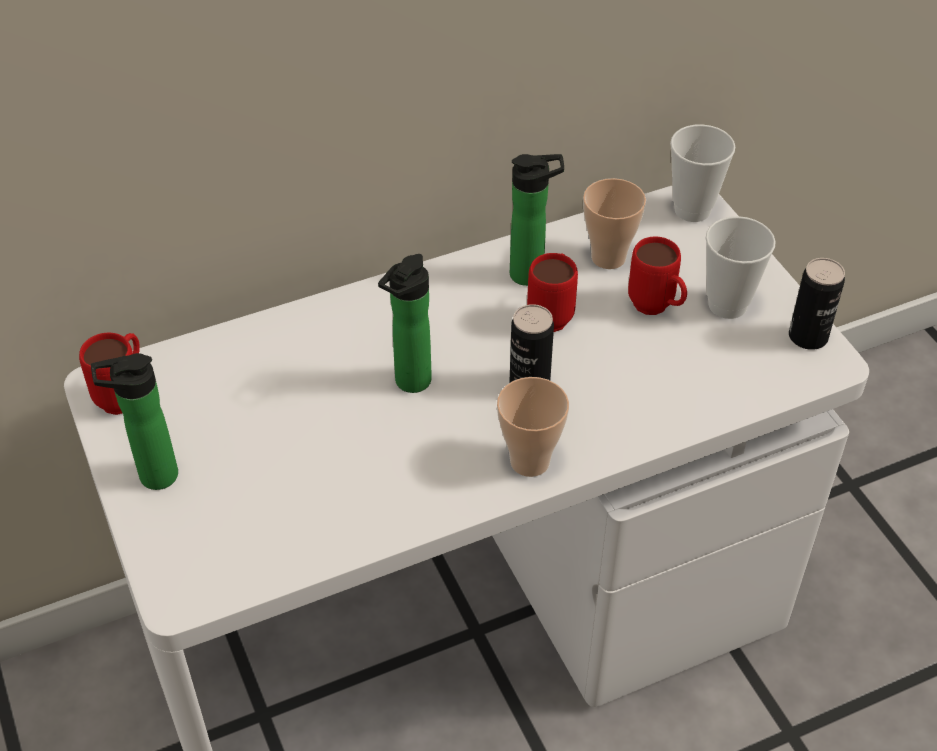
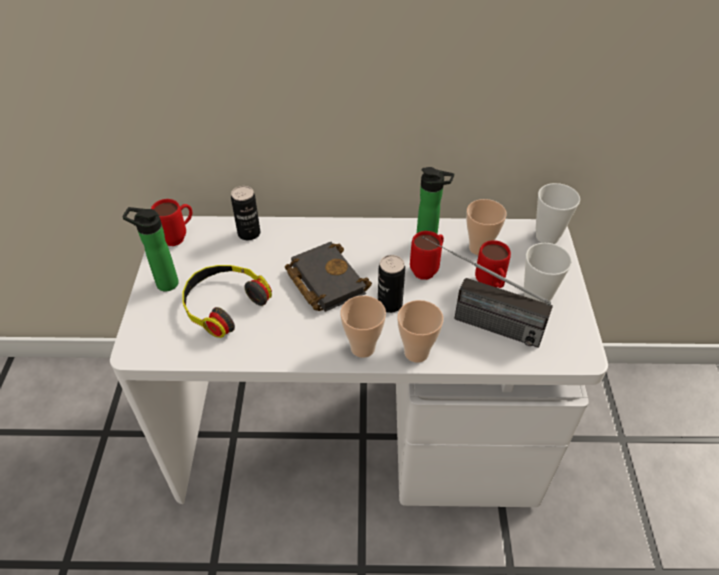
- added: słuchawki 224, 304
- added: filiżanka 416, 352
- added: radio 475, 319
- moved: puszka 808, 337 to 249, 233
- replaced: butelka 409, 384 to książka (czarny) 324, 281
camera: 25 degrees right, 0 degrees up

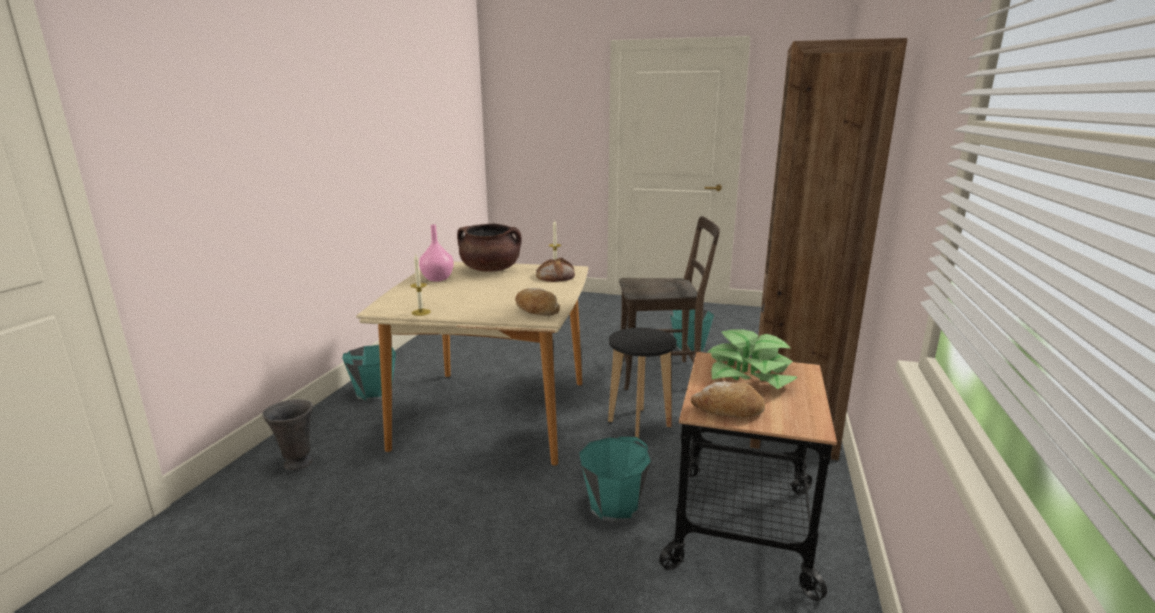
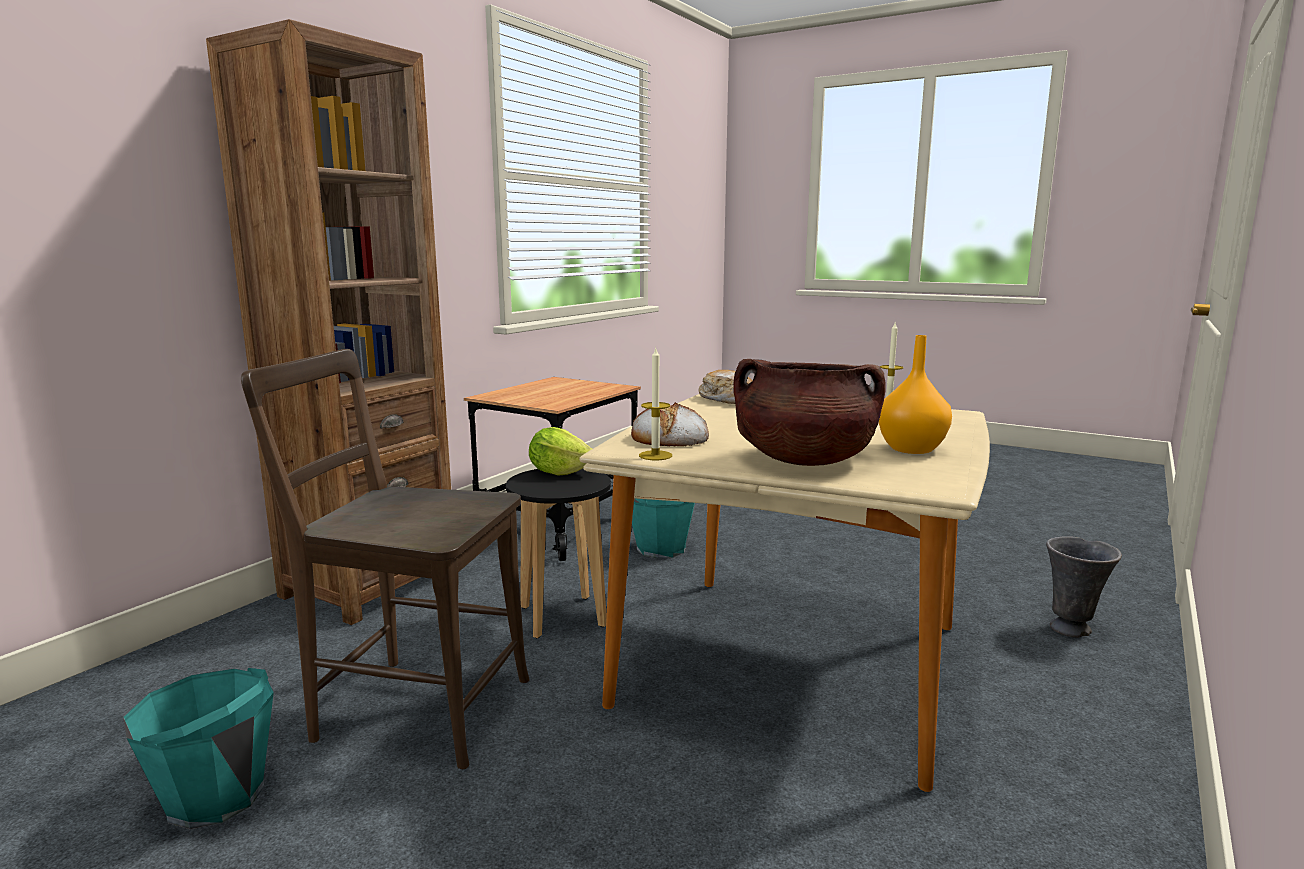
- removed: wiadro (turkusowy) 373, 392
- removed: chleb 728, 410
- removed: roślina doniczkowa 750, 374
- added: sałata 560, 472
- recoloured: wazon (różowy) 437, 278 to wazon (pomarańczowy) 911, 449
camera: 165 degrees left, 5 degrees down

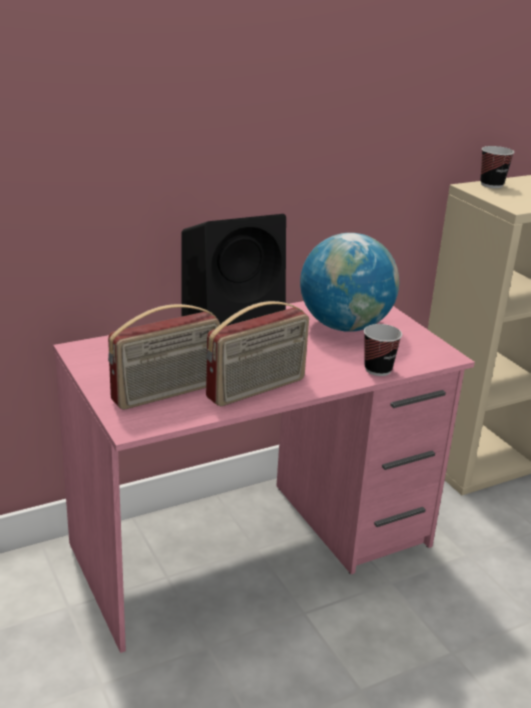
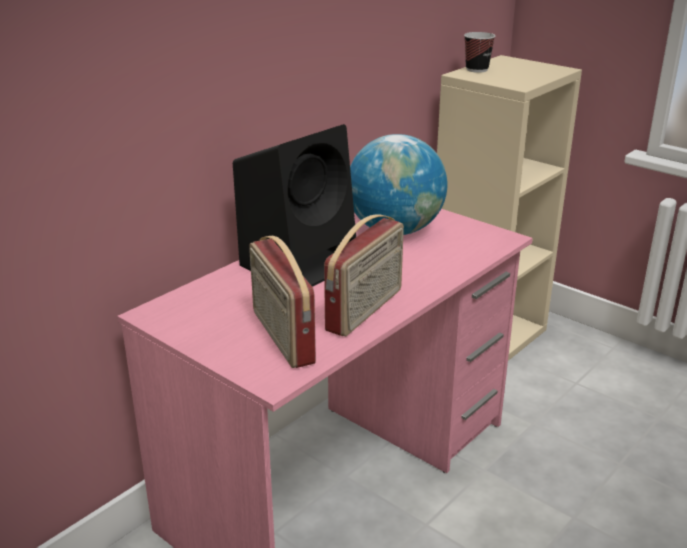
- removed: filiżanka 378, 369
- turned: radio 166, 393 = 281, 337 120 degrees clockwise
camera: 20 degrees left, 0 degrees up

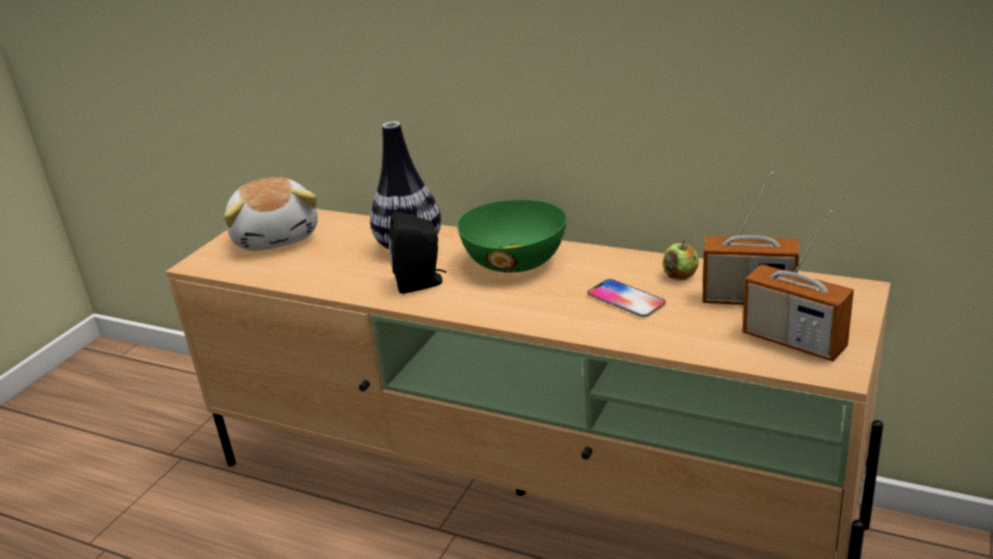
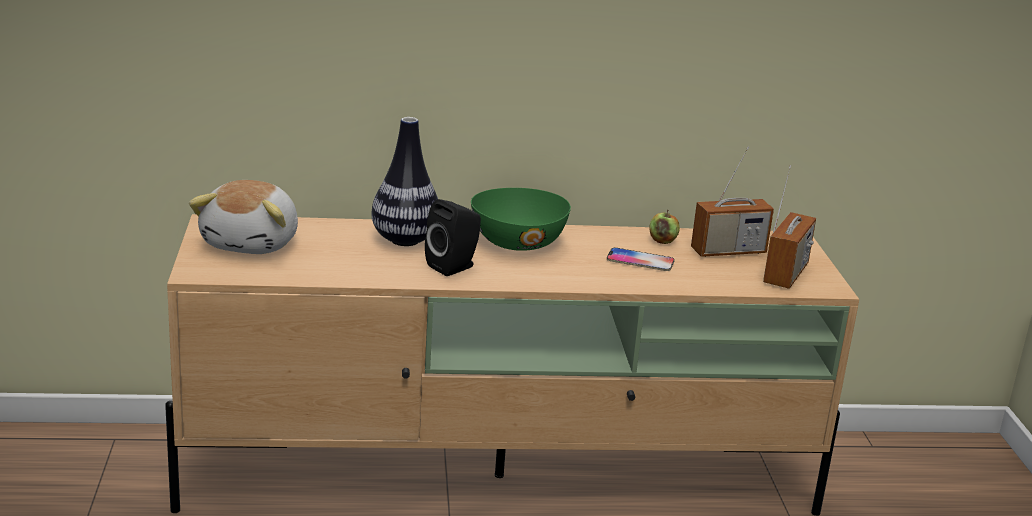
- turned: pluszak 277, 237 = 252, 243 60 degrees clockwise
- turned: radio 793, 341 = 786, 274 75 degrees counterclockwise
camera: 35 degrees left, 5 degrees down

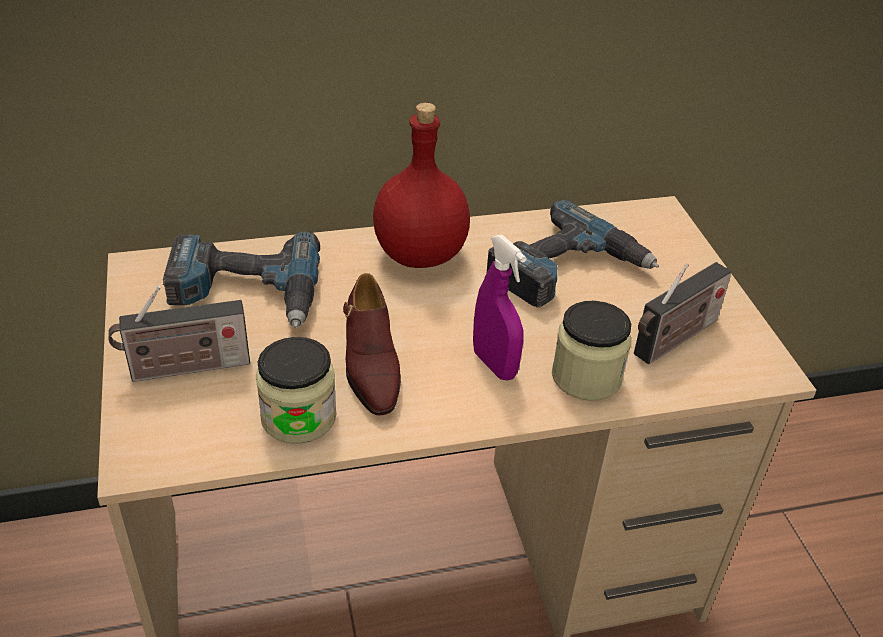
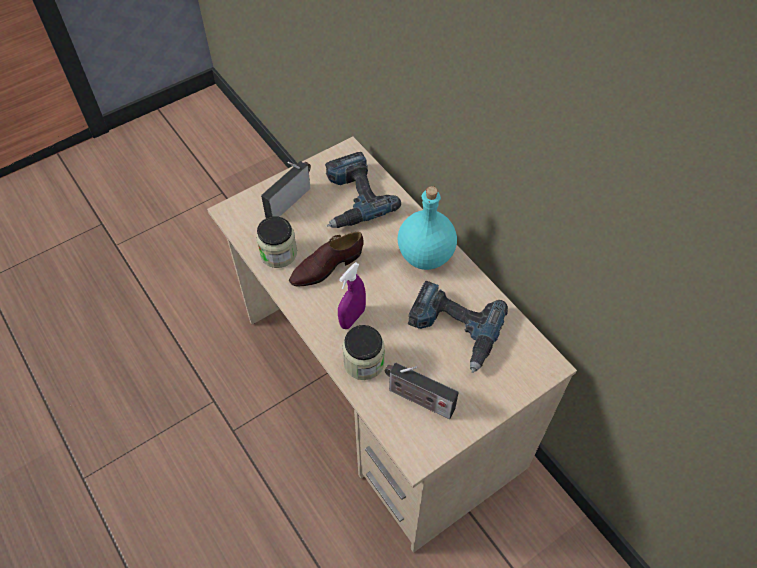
- recoloured: butelka (czerwony) 422, 255 to butelka (turkusowy) 426, 256
- turned: radio 185, 368 = 289, 200 75 degrees clockwise
camera: 70 degrees right, 15 degrees up

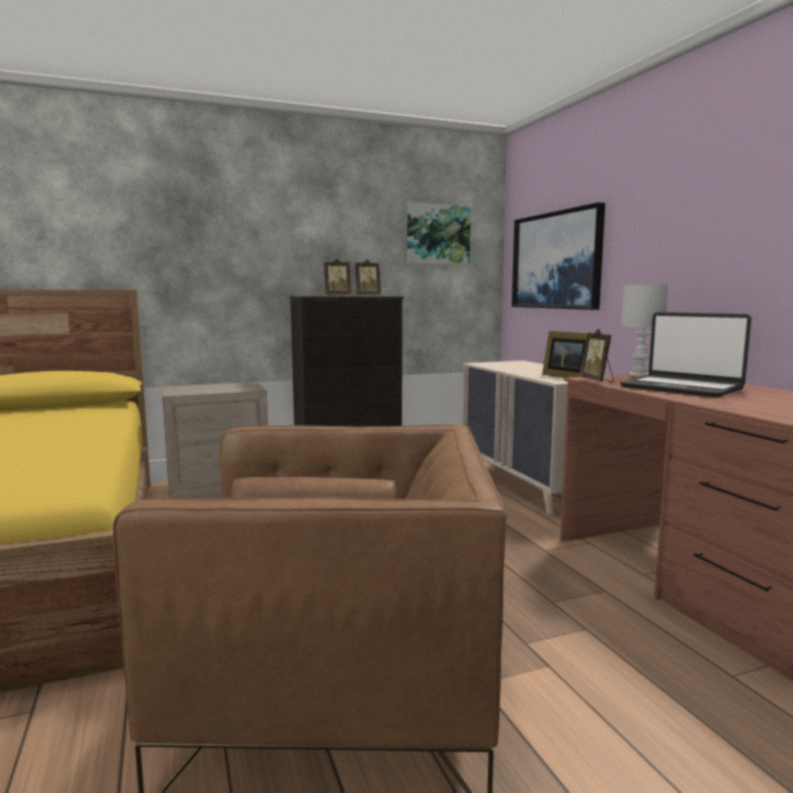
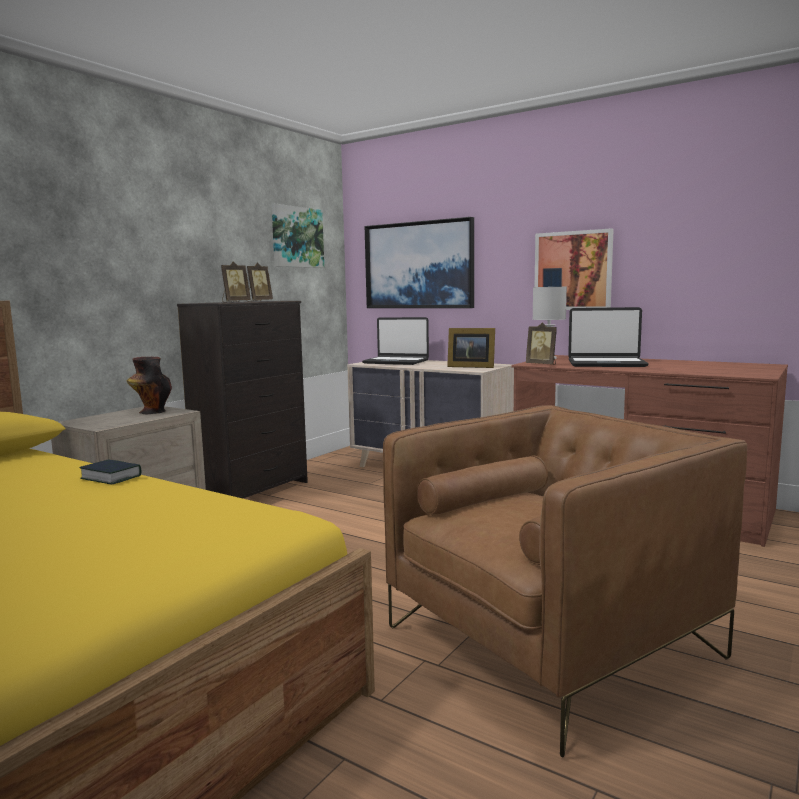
- added: książka 111, 477
- added: wazon 151, 411
- added: laptop 396, 362
- added: obraz 573, 271
camera: 35 degrees left, 0 degrees up

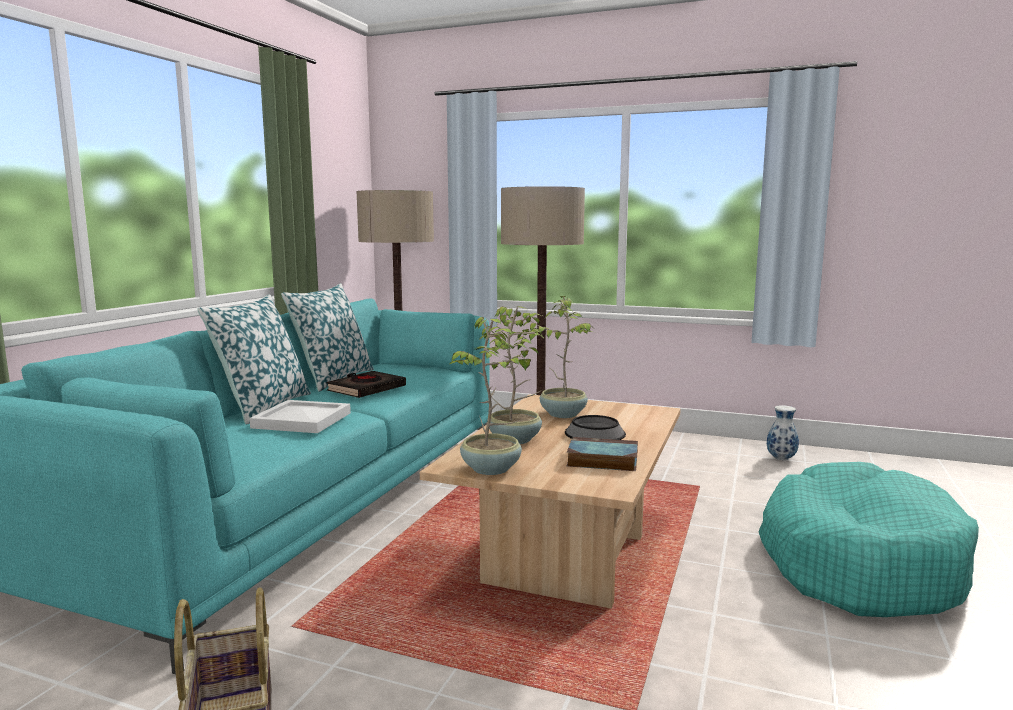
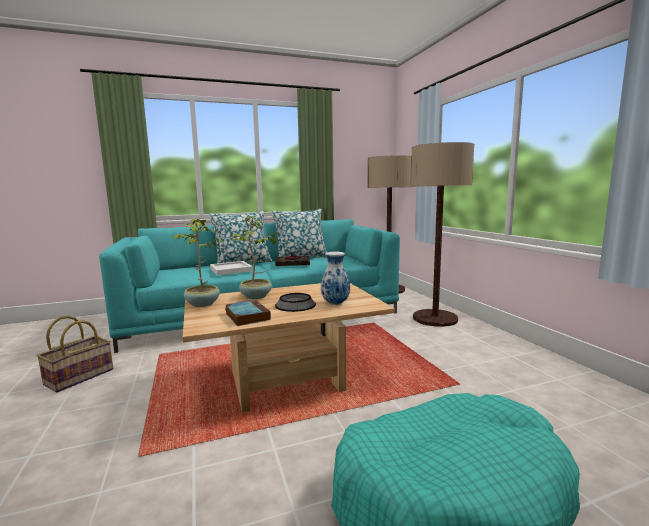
- removed: roślina doniczkowa 562, 414
- moved: wazon 781, 459 to 335, 304
camera: 50 degrees right, 0 degrees up

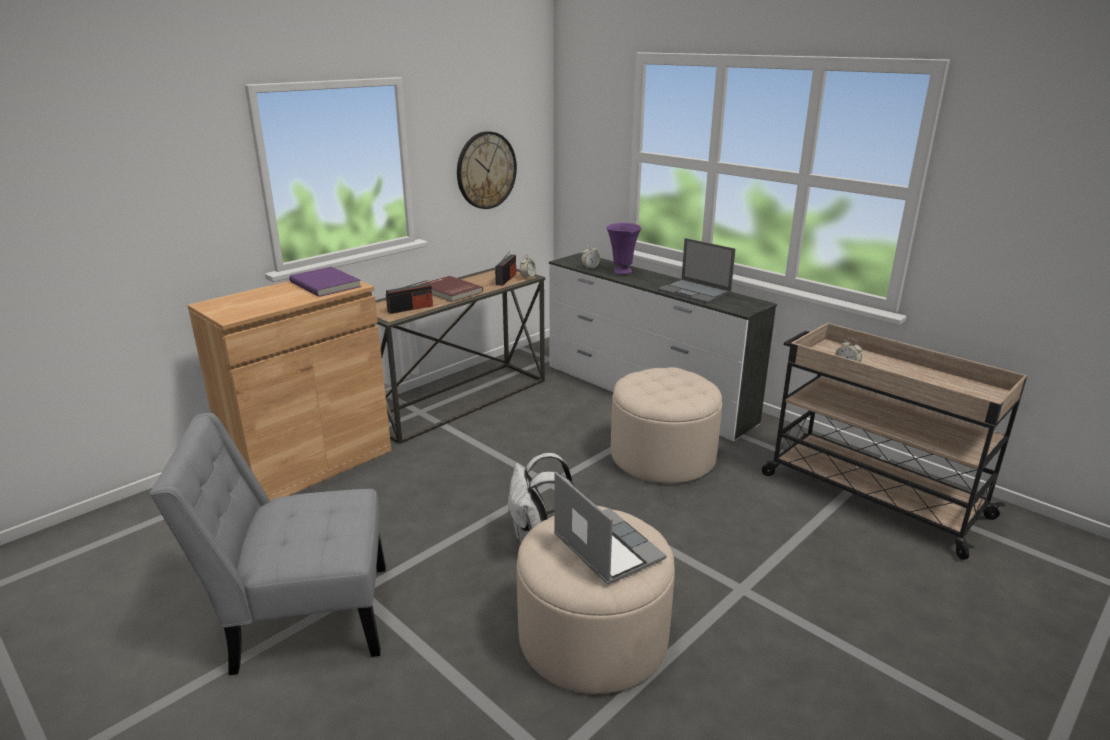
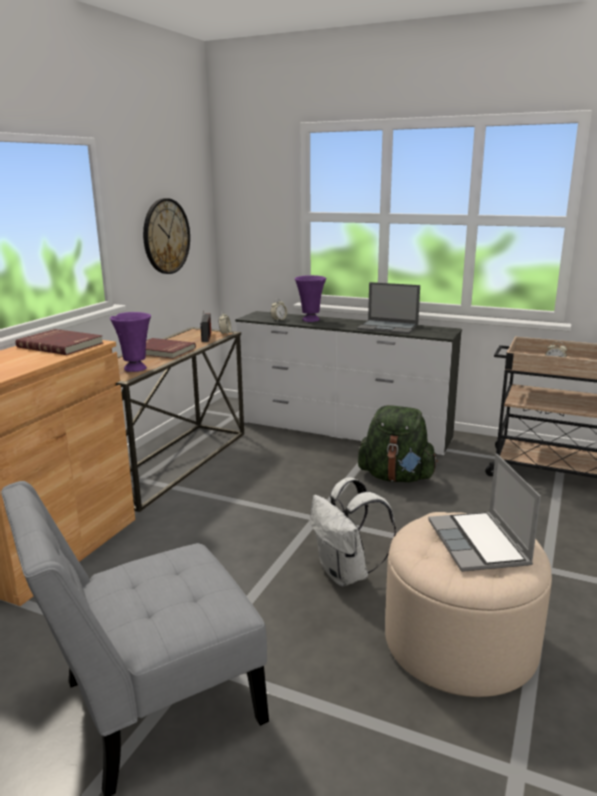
- replaced: radio 410, 308 to wazon (fioletowy) 135, 368
- replaced: pufa (beżowy) 662, 456 to plecak (zielony) 396, 477
- recoloured: książka (fioletowy) 326, 284 to książka (czerwony) 61, 345
- turned: laptop 605, 547 = 479, 544 135 degrees counterclockwise
camera: 20 degrees left, 5 degrees down

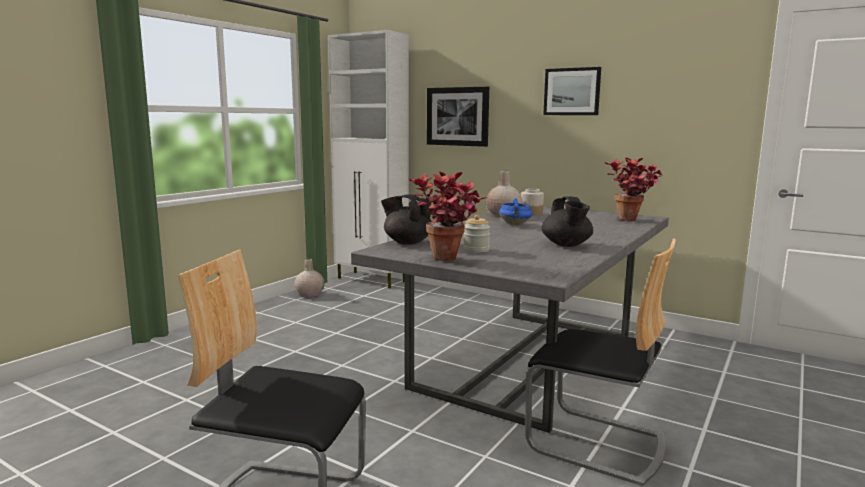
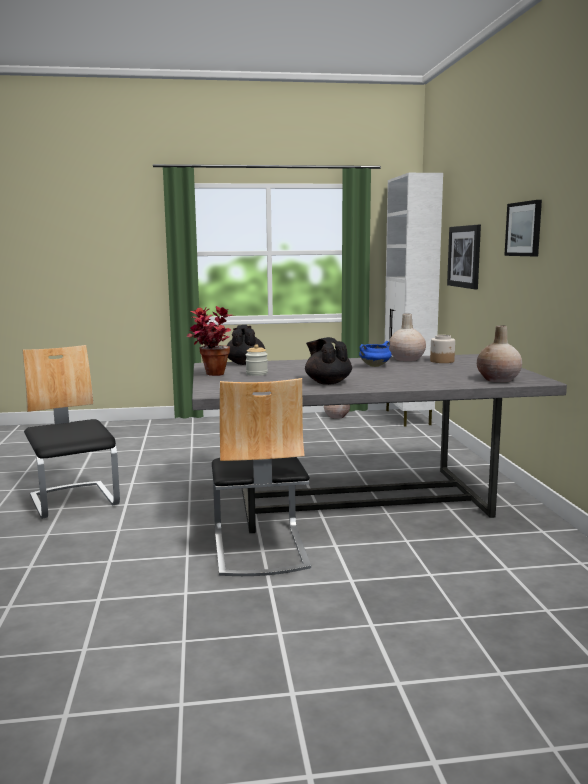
- replaced: roślina doniczkowa 631, 221 to wazon (beżowy) 498, 380
- turned: imbryk (czarny) 566, 245 = 327, 382 105 degrees clockwise
camera: 50 degrees right, 0 degrees up

